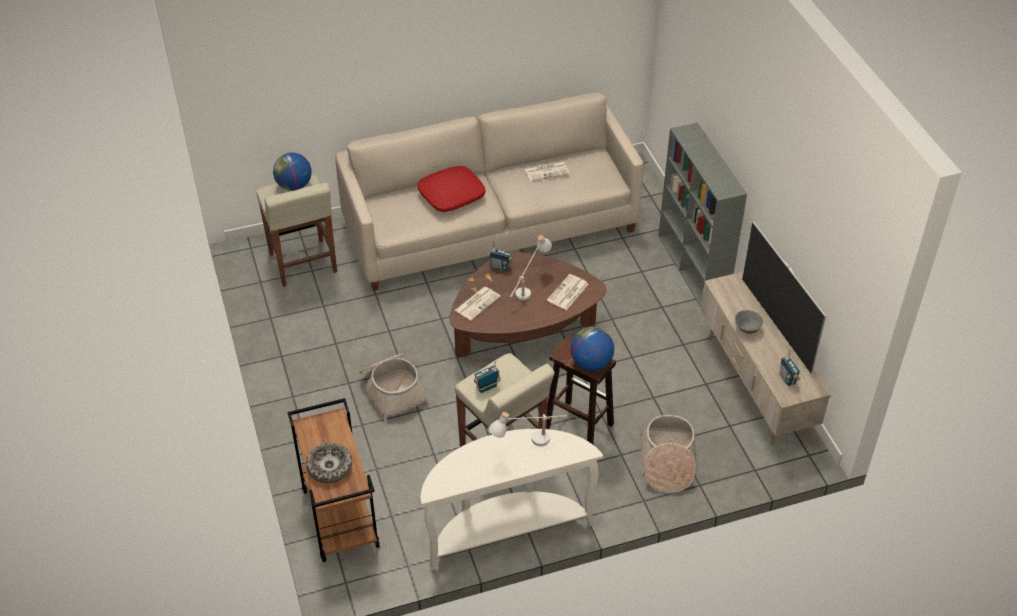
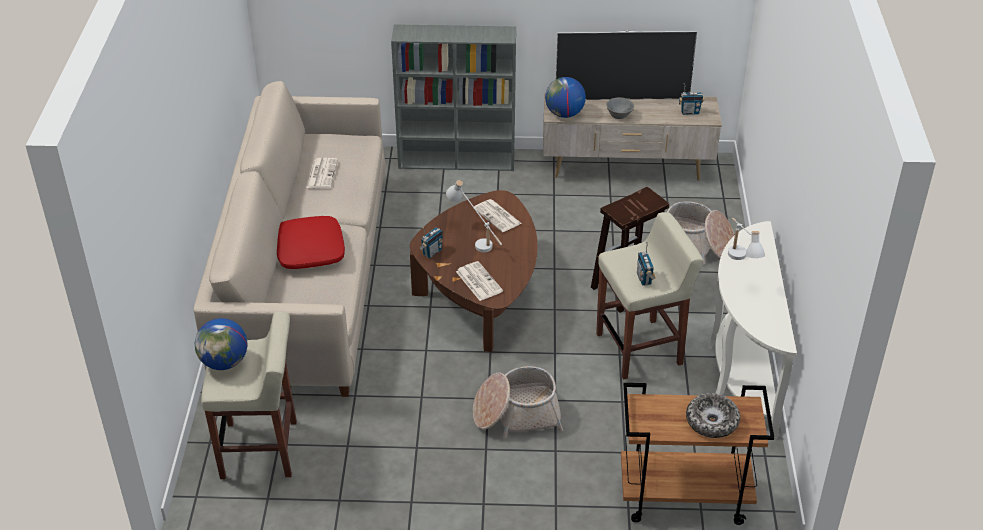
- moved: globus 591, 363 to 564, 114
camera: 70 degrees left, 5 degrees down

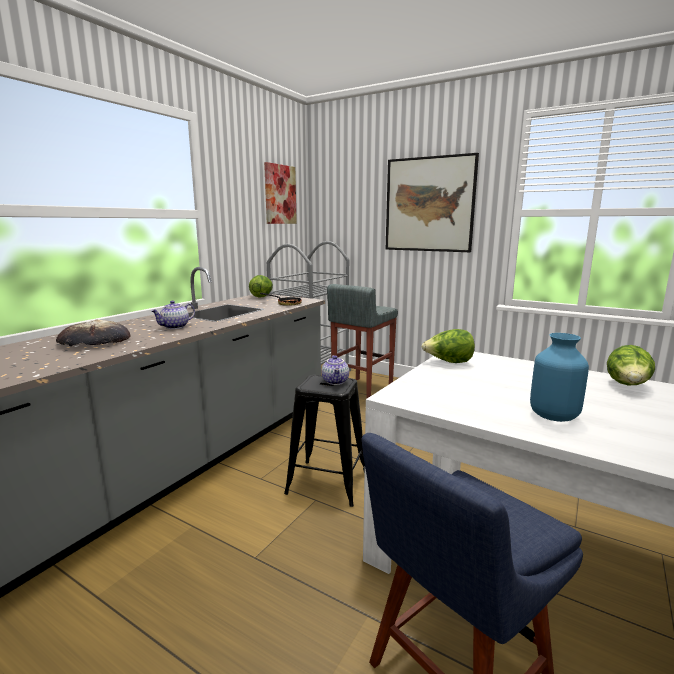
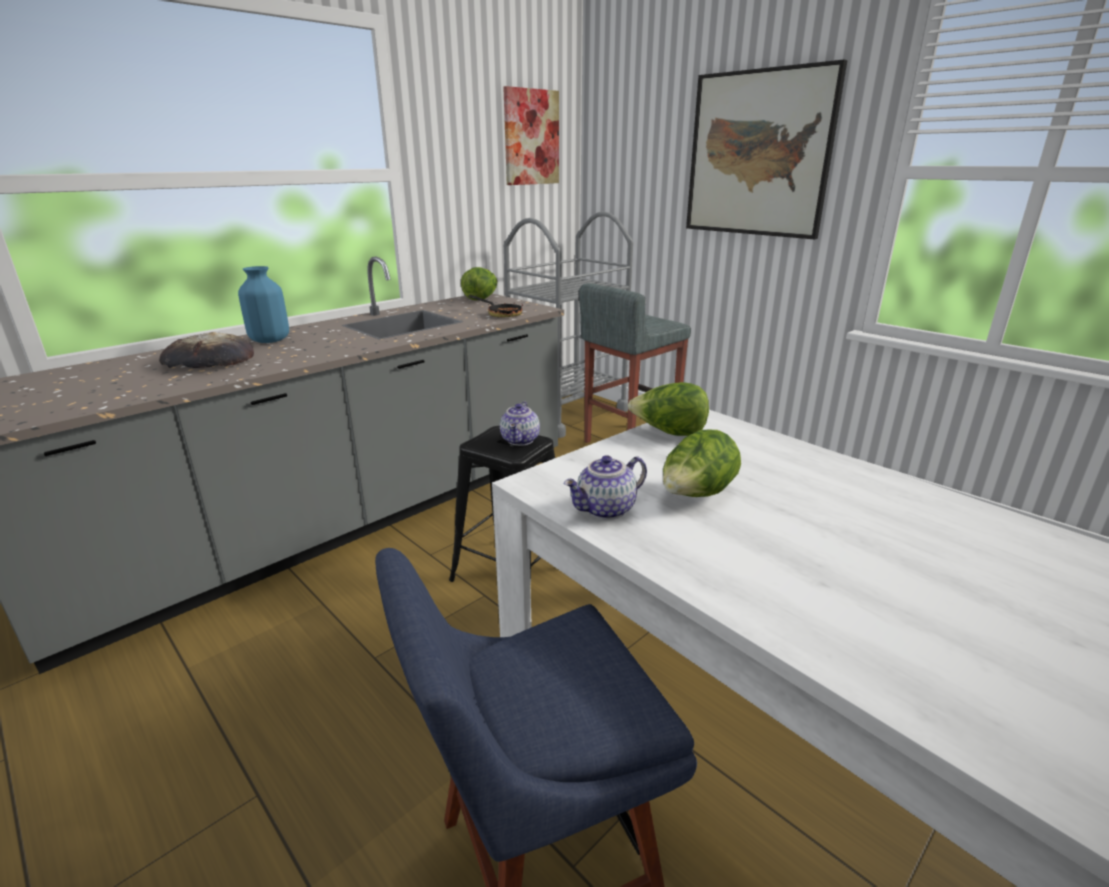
- moved: imbryk 175, 327 to 606, 510
- moved: wazon (niebieski) 553, 415 to 270, 340
- moved: sałata 627, 386 to 696, 496
camera: 15 degrees right, 10 degrees up

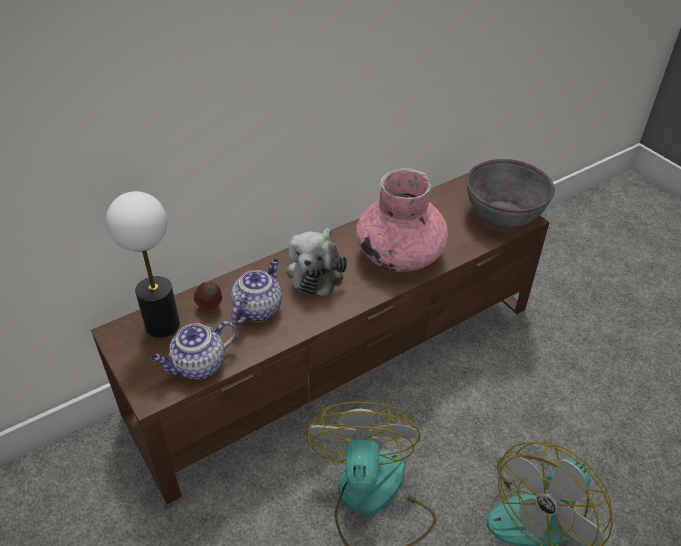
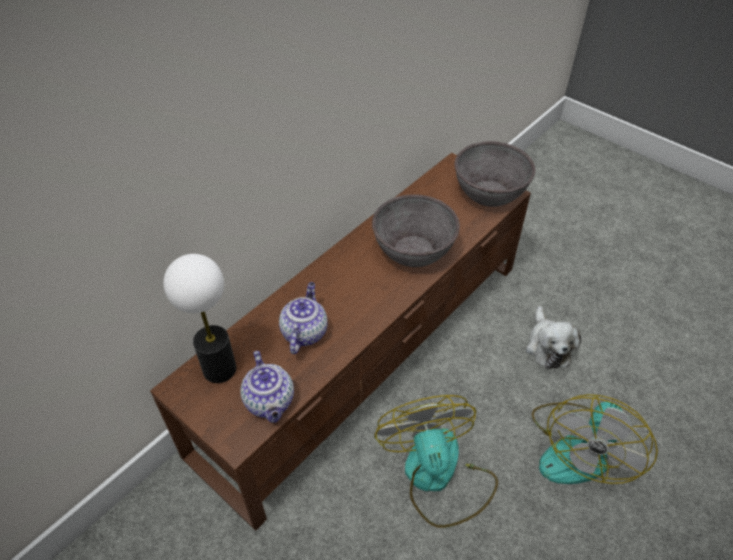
- removed: jabłko 210, 307
- moved: pluszak 317, 271 to 547, 345
- replaced: wazon (różowy) 399, 254 to miska (szary) 413, 250
- turned: imbryk 198, 366 = 270, 402 60 degrees counterclockwise
camera: 15 degrees left, 5 degrees up

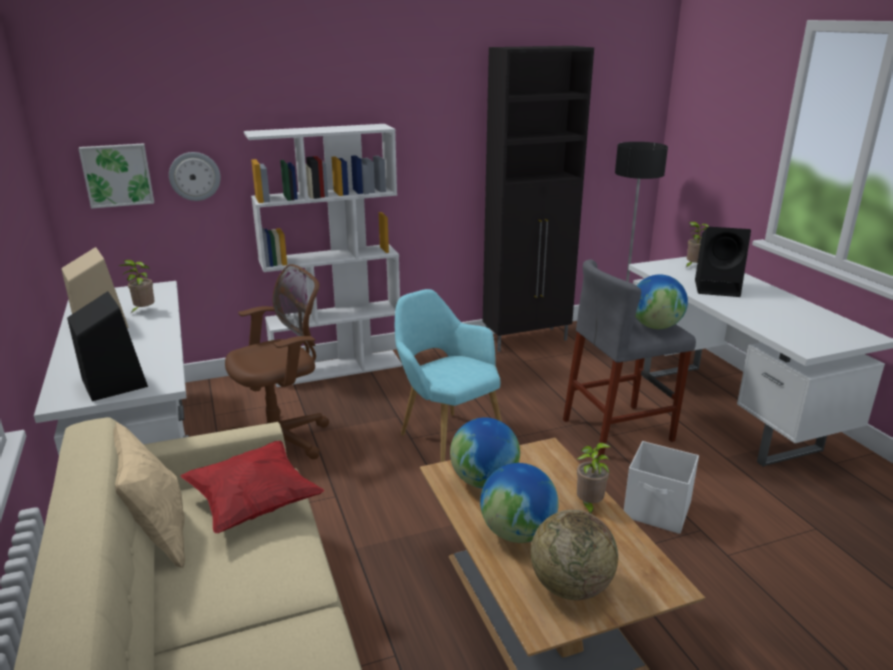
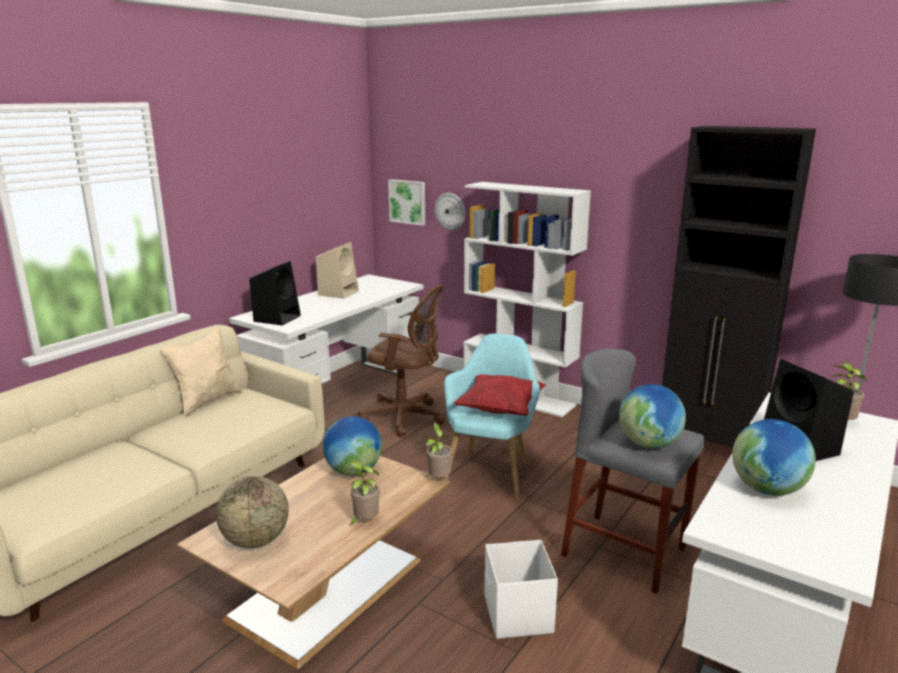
- moved: roślina doniczkowa 143, 311 to 438, 480
- moved: poduszka (czerwony) 254, 504 to 500, 409
- moved: globus 517, 533 to 767, 489
camera: 55 degrees right, 5 degrees down

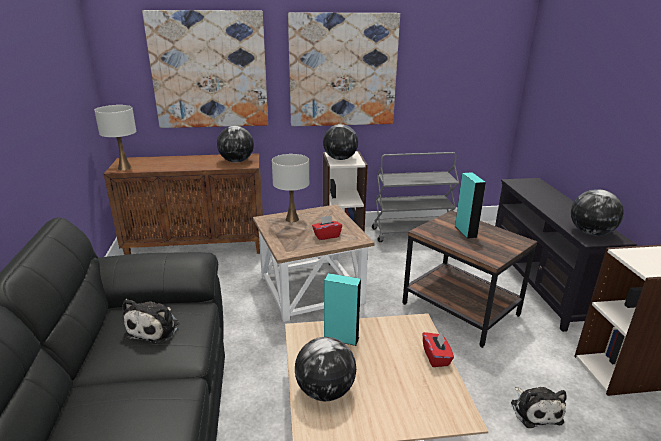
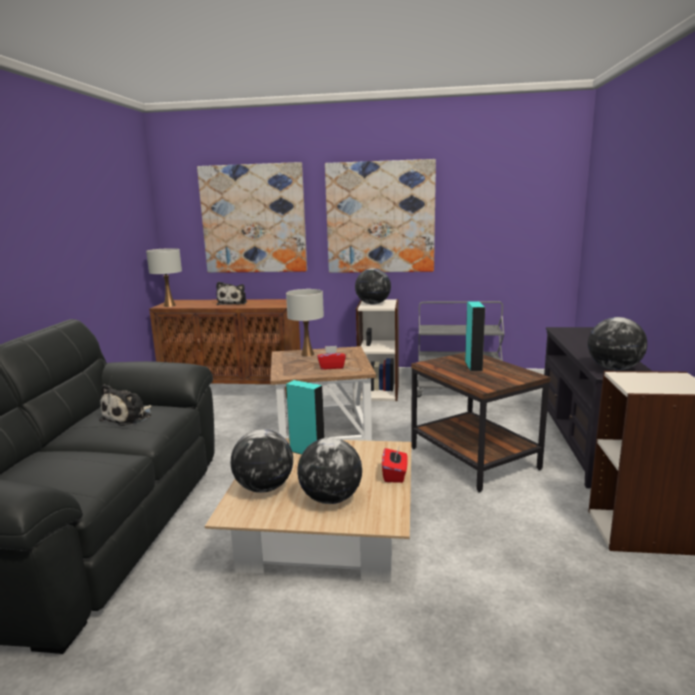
- moved: globus 236, 161 to 331, 498
- moved: pluszak 535, 410 to 233, 303
camera: 15 degrees right, 10 degrees down

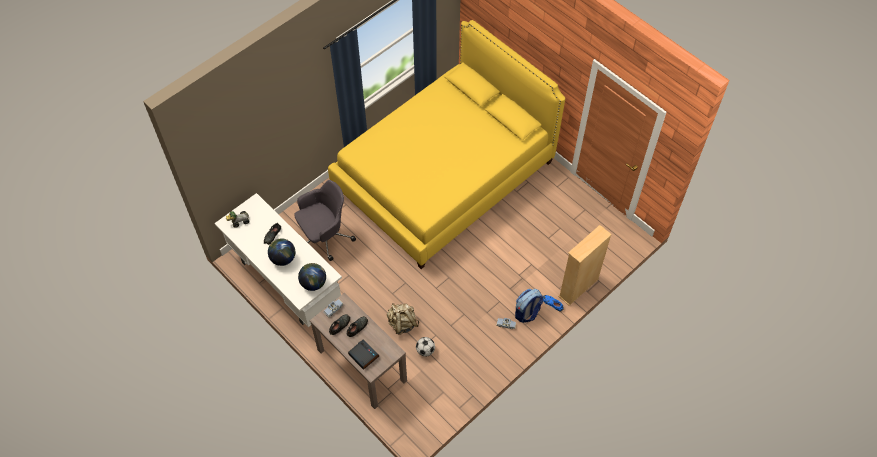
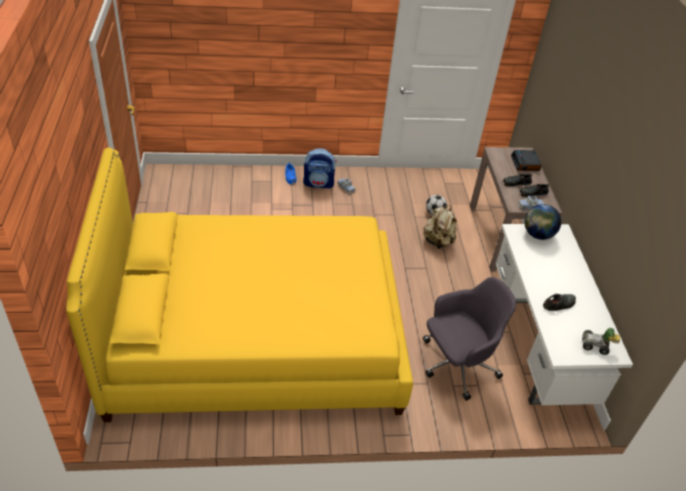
- removed: globus 283, 258
- removed: regał (beżowy) 578, 288
- turned: krzesło biurowe (szary) 325, 236 = 456, 365 150 degrees clockwise
camera: 145 degrees left, 15 degrees down

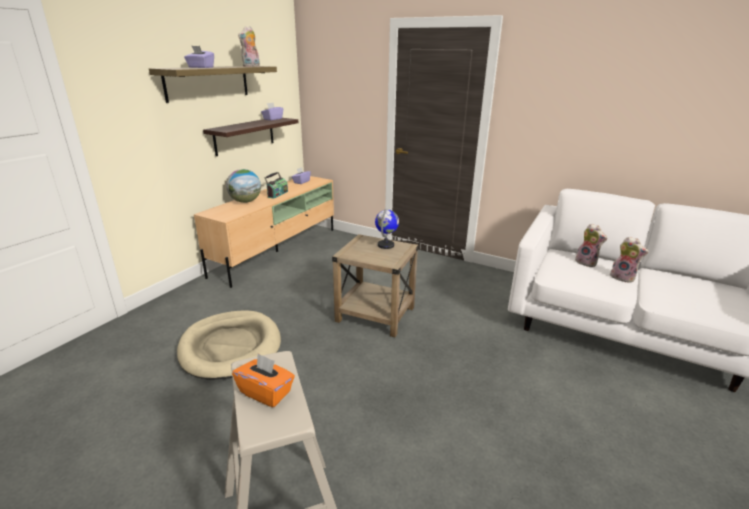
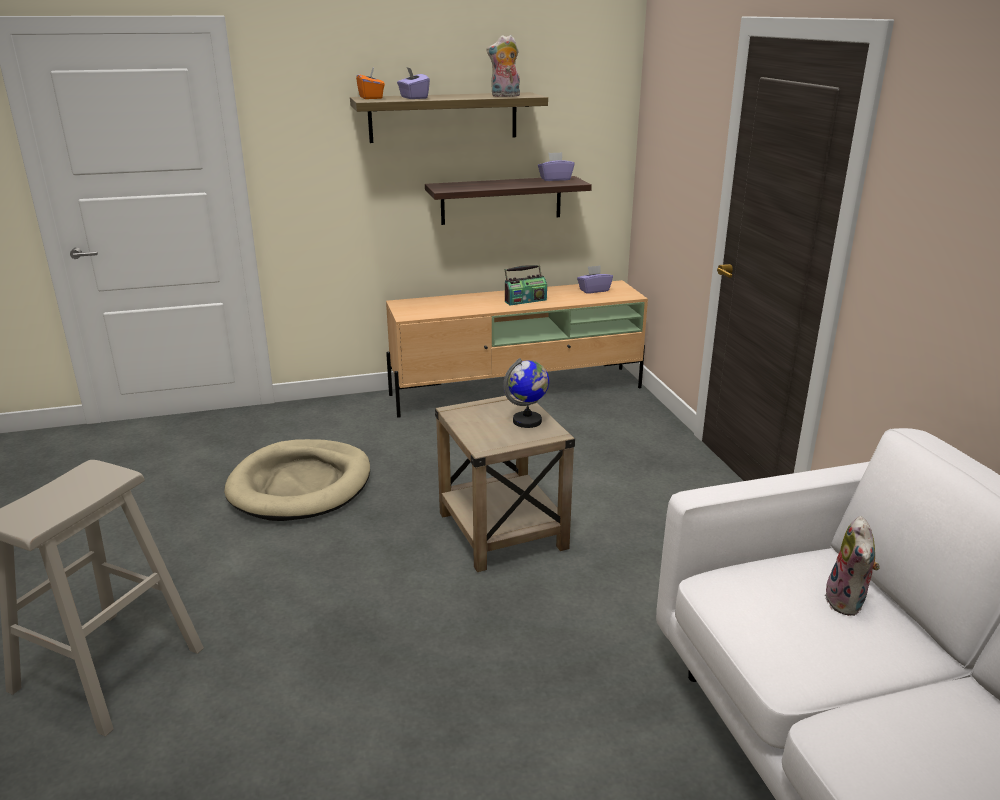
- removed: globus 245, 201
- removed: pluszak 623, 277
- moved: pudełko chusteczek (pomarańczowy) 266, 392 to 371, 98
camera: 45 degrees right, 0 degrees up

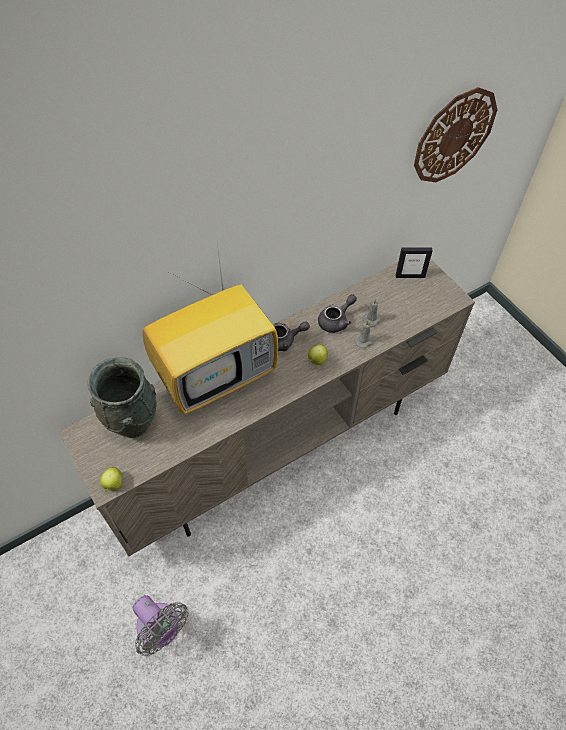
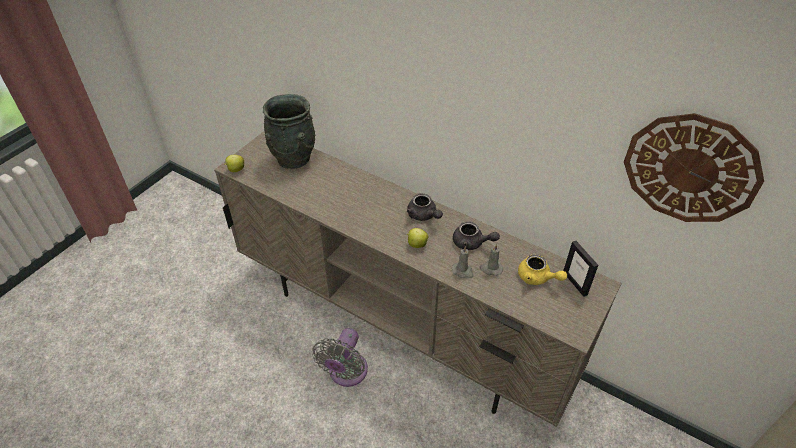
- removed: telewizor 218, 374
- added: imbryk (żółty) 537, 278
- moved: wentylator (szary) 161, 629 to 346, 373
camera: 65 degrees right, 10 degrees down

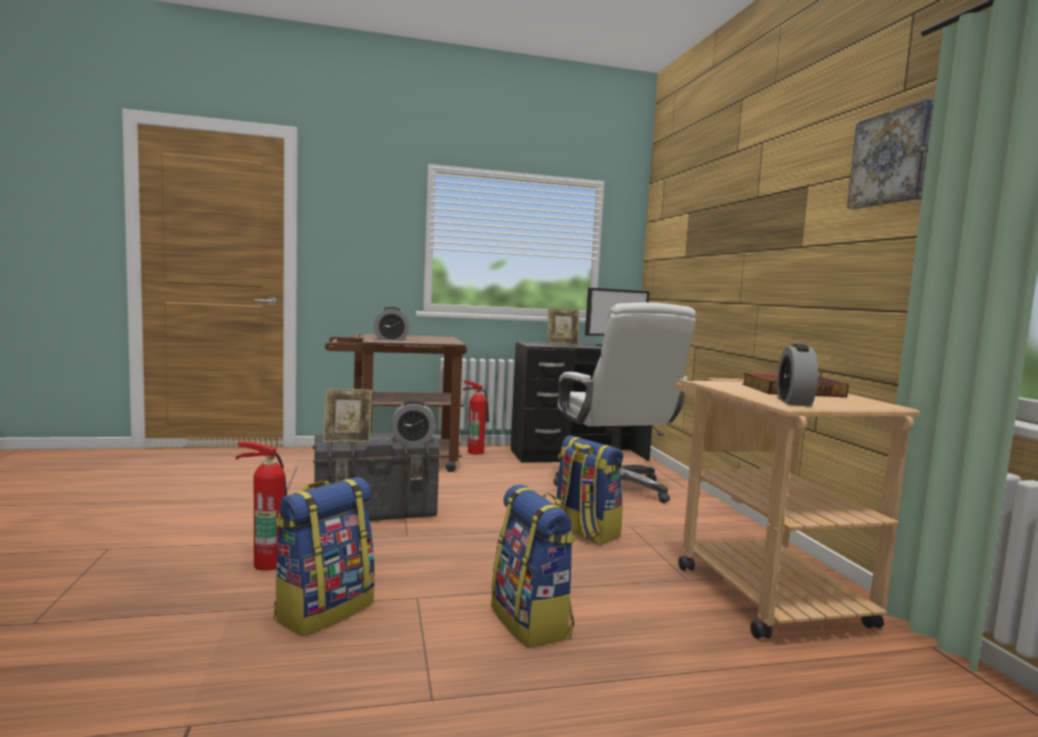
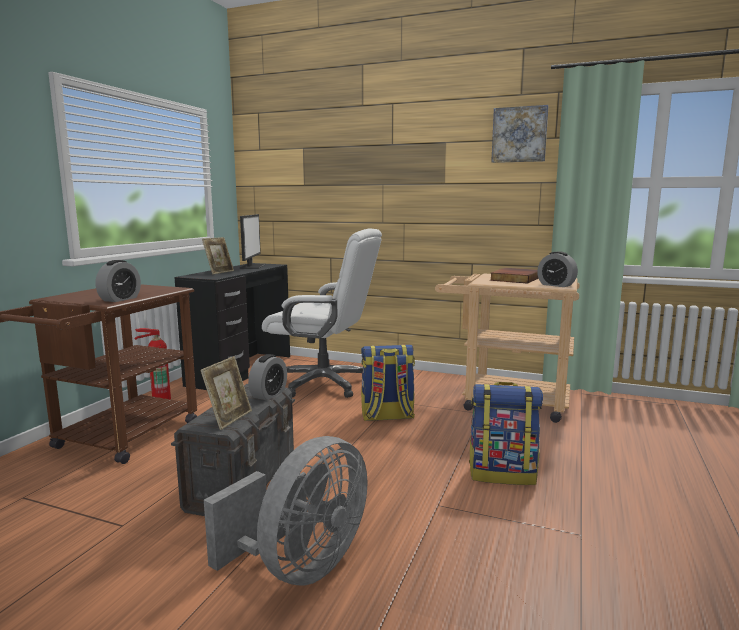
- removed: plecak 324, 610
- replaced: gaśnica 268, 563 to wentylator (szary) 301, 567
camera: 55 degrees left, 5 degrees up

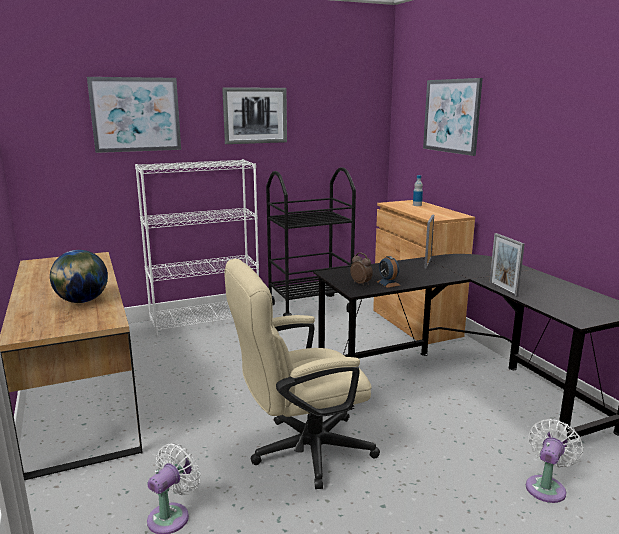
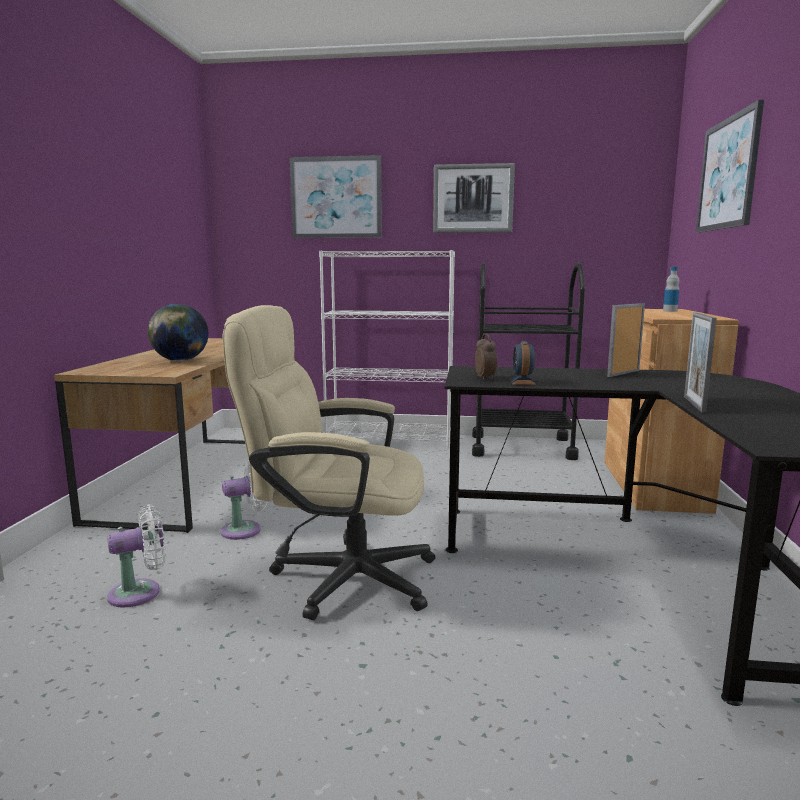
- moved: wentylator (biały) 546, 487 to 245, 530
camera: 30 degrees right, 5 degrees down

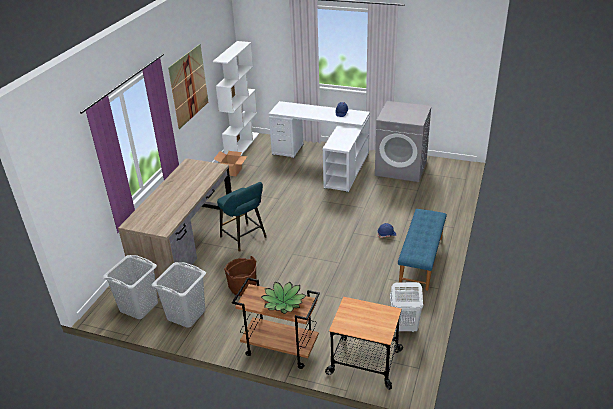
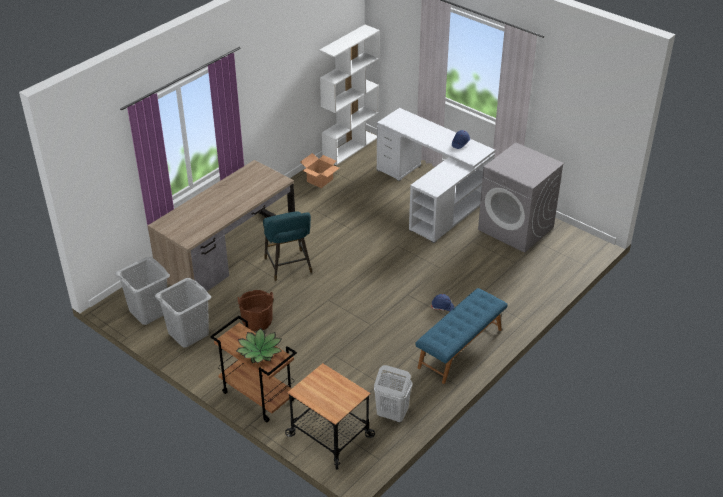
- removed: obraz 189, 86
camera: 20 degrees right, 5 degrees up

